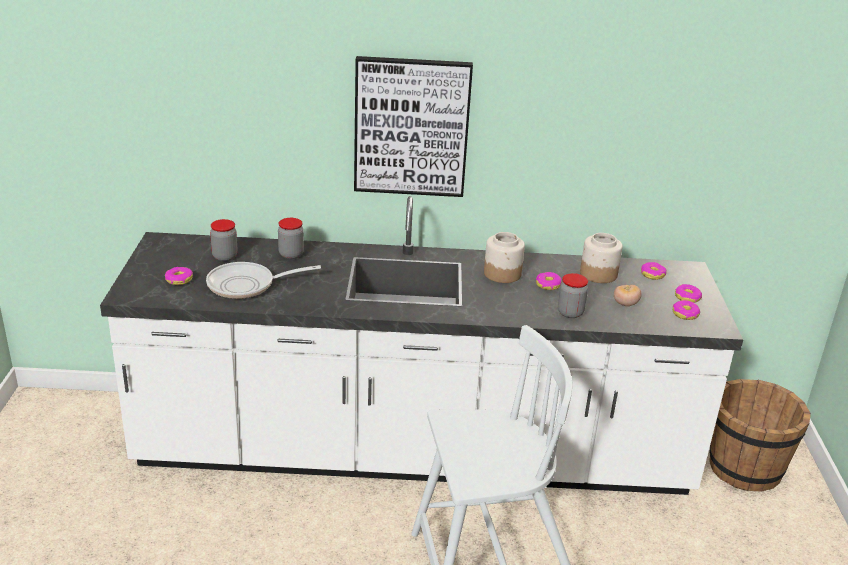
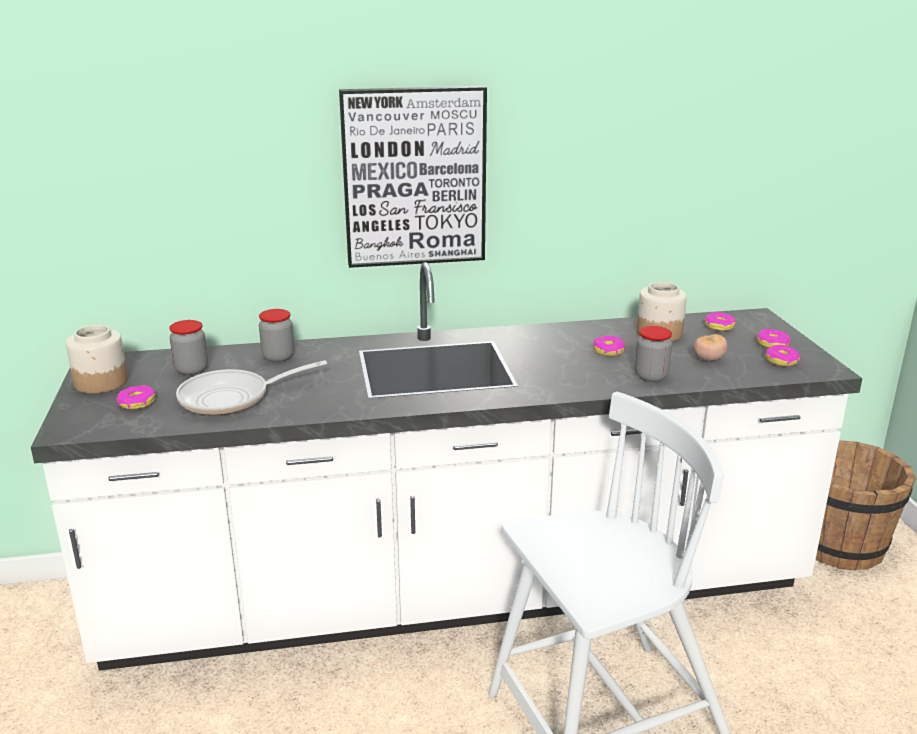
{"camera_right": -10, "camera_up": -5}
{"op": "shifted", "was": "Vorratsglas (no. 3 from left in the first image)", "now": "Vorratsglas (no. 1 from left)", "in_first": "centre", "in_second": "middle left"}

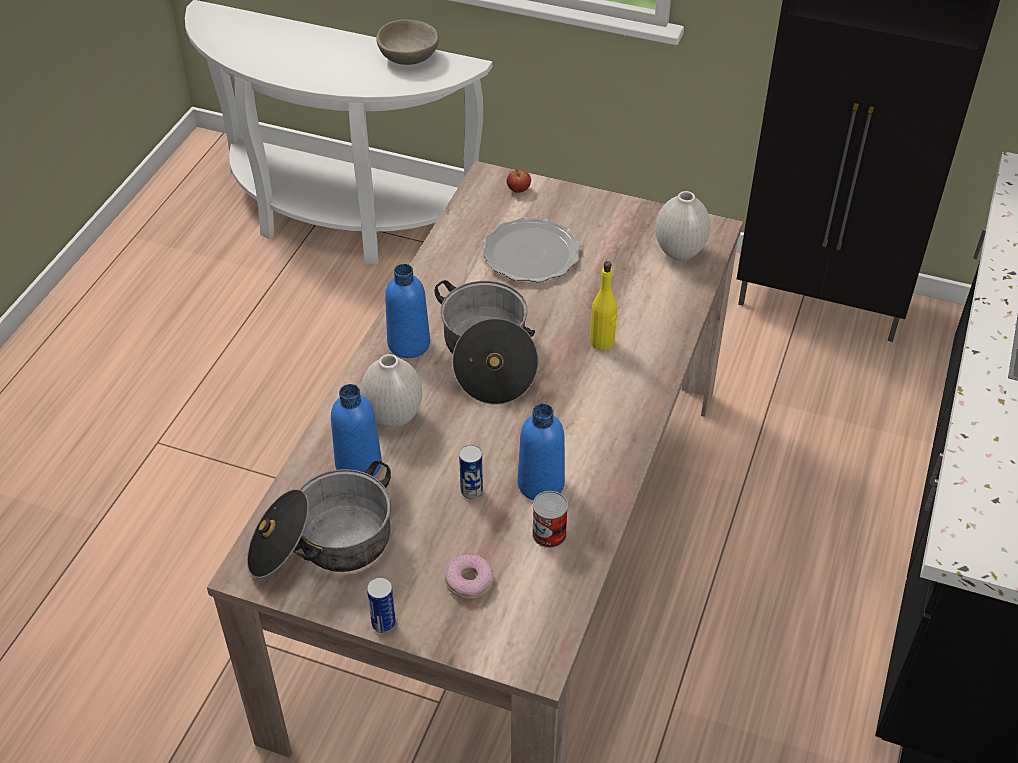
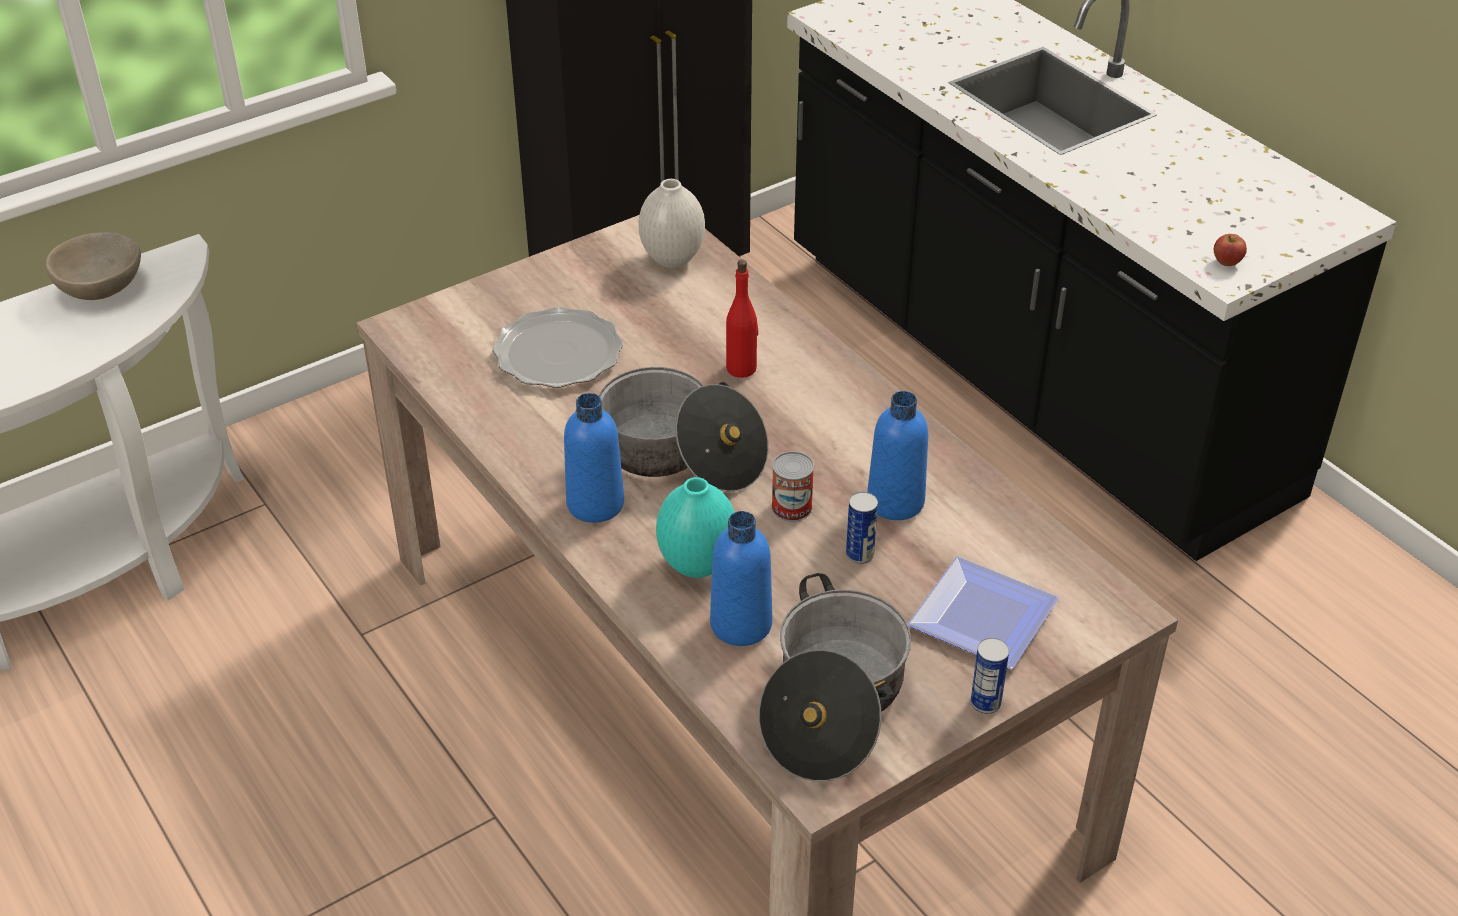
{"camera_right": -55, "camera_up": -5}
{"op": "shifted", "was": "Apfel", "in_first": "top centre", "in_second": "top right"}
{"op": "shifted", "was": "Dose (no. 3 from left in the first image)", "now": "Dose (no. 1 from left)", "in_first": "bottom centre", "in_second": "centre"}
{"op": "swapped", "was": "Donut", "now": "Teller (no. 2 from left)", "in_first": "bottom centre", "in_second": "bottom right"}
{"op": "repainted", "was": "Vase [weiß] (no. 1 from left)", "now": "Vase [türkis]", "in_first": "centre", "in_second": "centre"}
{"op": "repainted", "was": "Flasche [gelb]", "now": "Flasche [rot]", "in_first": "centre", "in_second": "centre"}

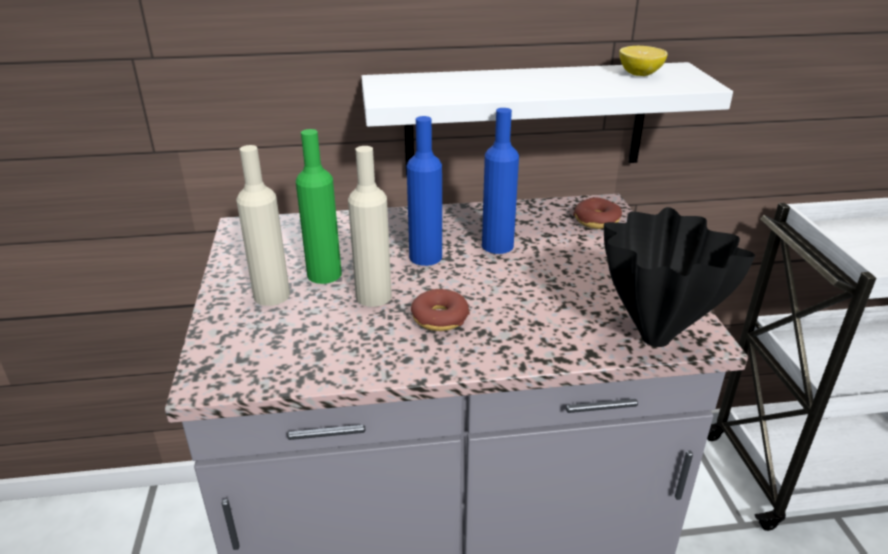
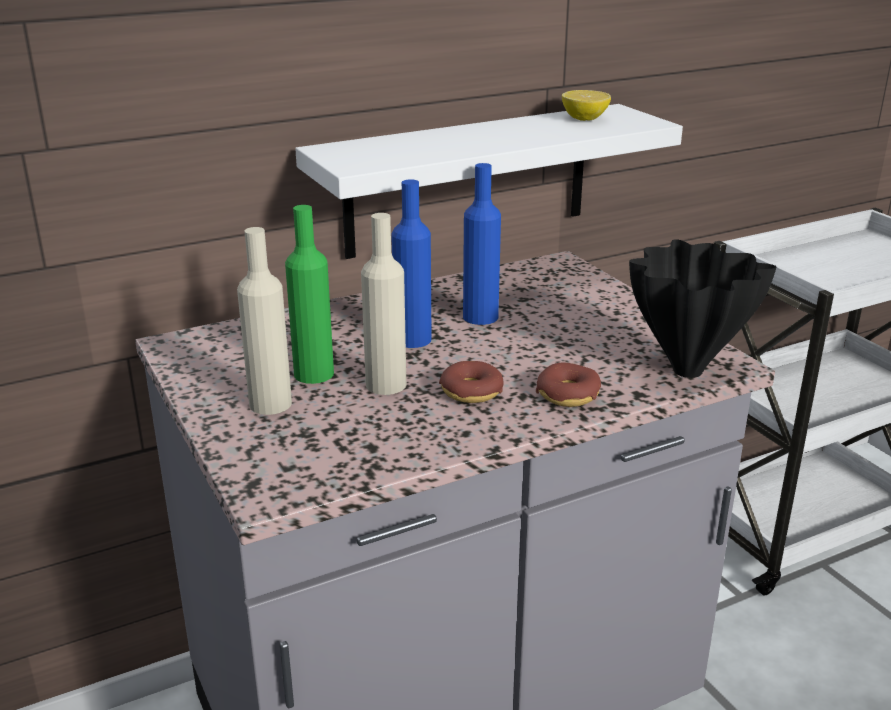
{"camera_right": -20, "camera_up": -5}
{"op": "shifted", "was": "Donut (no. 2 from left)", "in_first": "middle right", "in_second": "centre"}

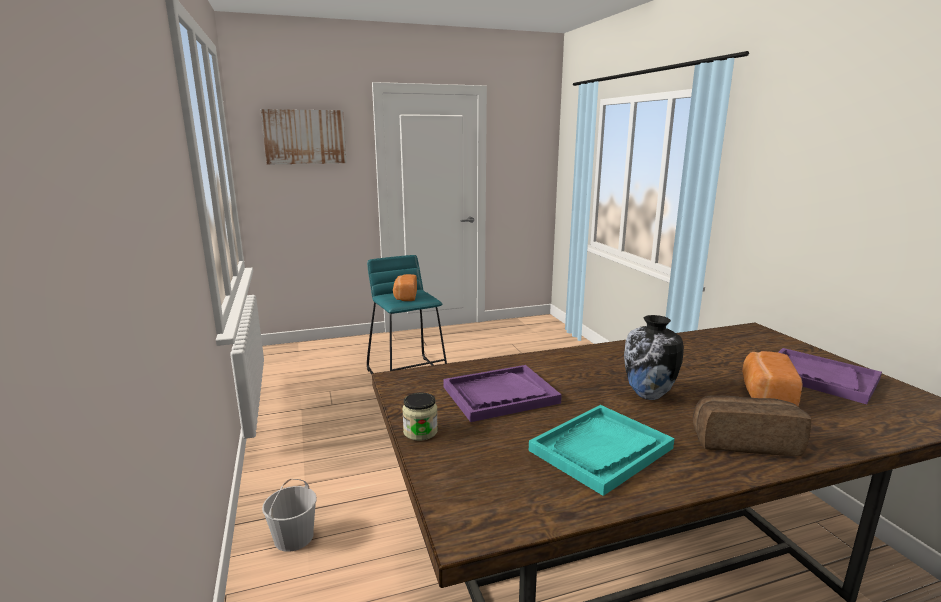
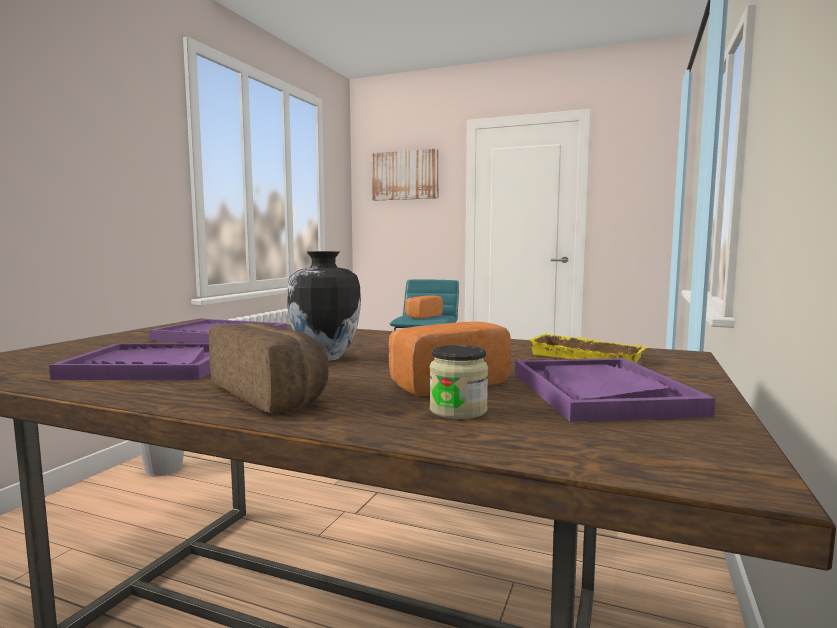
{"camera_right": 40, "camera_up": -10}
{"op": "new", "now": "Tablett [gelb]", "in_second": "middle right"}
{"op": "shifted", "was": "Vorratsglas", "in_first": "bottom centre", "in_second": "centre"}
{"op": "repainted", "was": "Tablett [türkis]", "now": "Tablett [lila] (no. 1 from left)", "in_first": "bottom centre", "in_second": "middle left"}

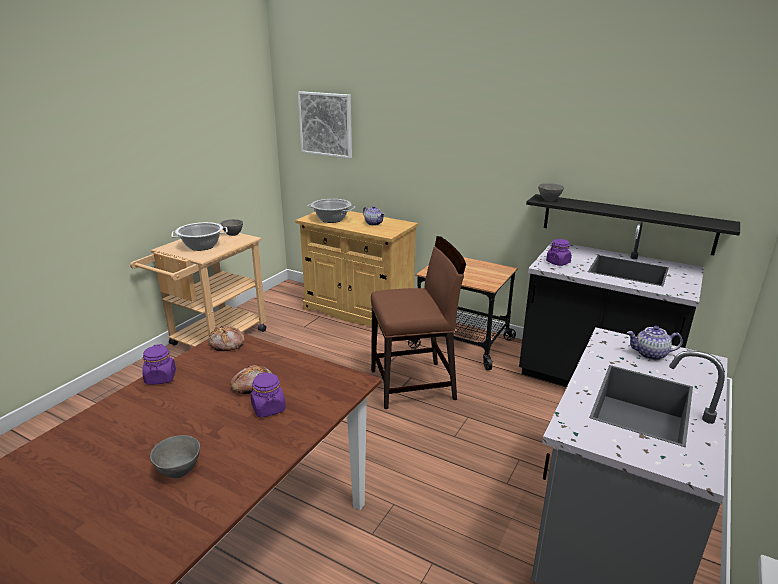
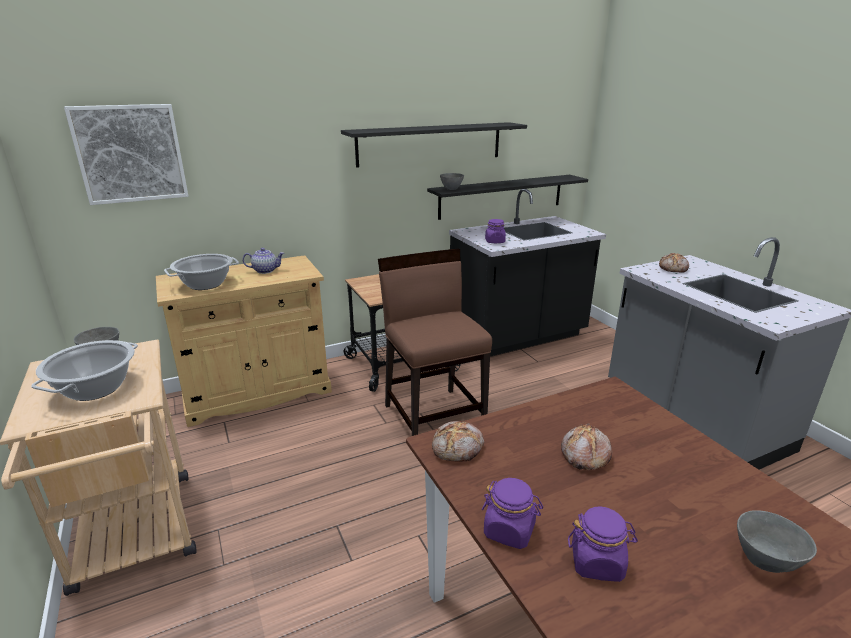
{"camera_right": -55, "camera_up": 0}
{"op": "new", "now": "Wandregal [schwarz] (no. 1 from left)", "in_second": "top centre"}
{"op": "shifted", "was": "Vorratsglas [lila] (no. 2 from left in the first image)", "now": "Vorratsglas [lila] (no. 3 from left)", "in_first": "bottom centre", "in_second": "bottom right"}
{"op": "swapped", "was": "Teekanne (no. 2 from left)", "now": "Brot (no. 3 from left)", "in_first": "middle right", "in_second": "middle right"}
{"op": "rotated", "was": "Stuhl [braun]", "in_first": "centre", "in_second": "centre", "clockwise": -45}

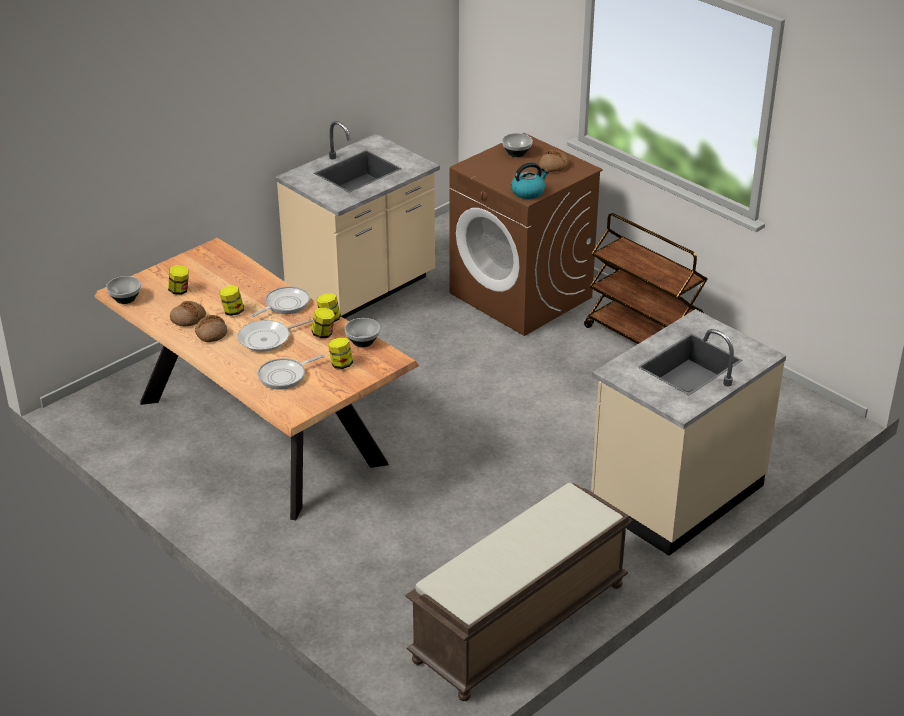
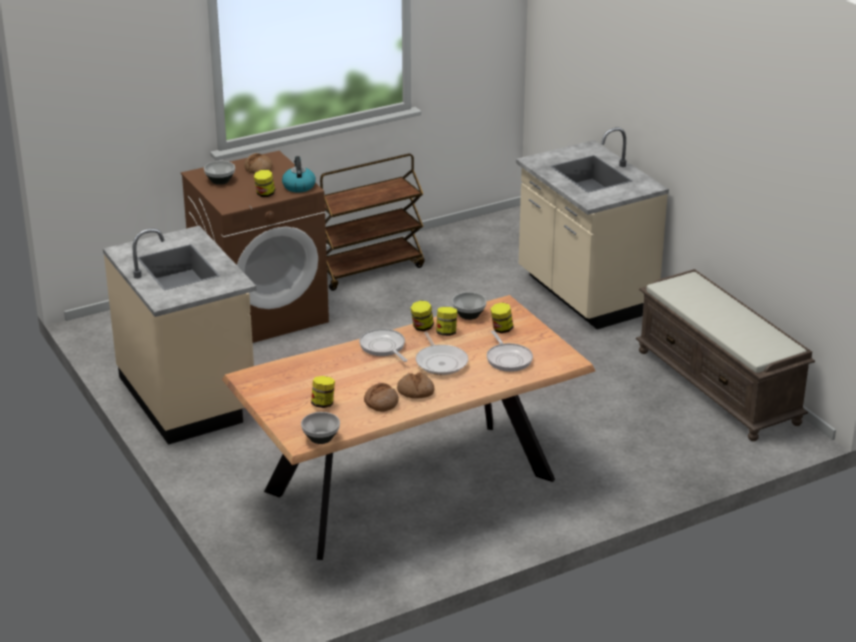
{"camera_right": -75, "camera_up": -5}
{"op": "shifted", "was": "Vorratsglas (no. 2 from left in the first image)", "now": "Vorratsglas (no. 1 from left)", "in_first": "middle left", "in_second": "top left"}

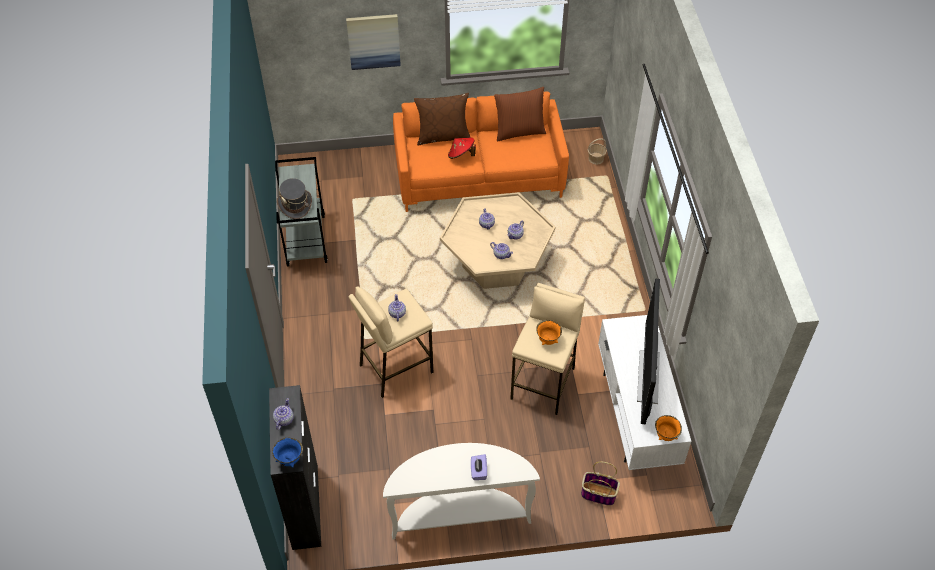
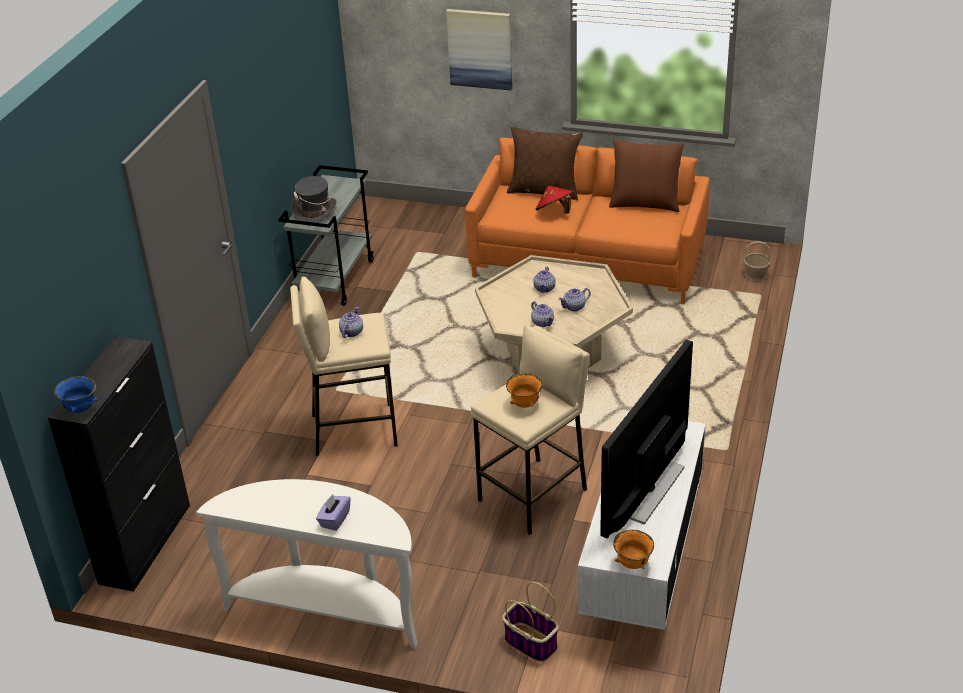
{"camera_right": 25, "camera_up": -15}
{"op": "gone", "was": "Teekanne (no. 1 from left)", "in_first": "bottom left"}

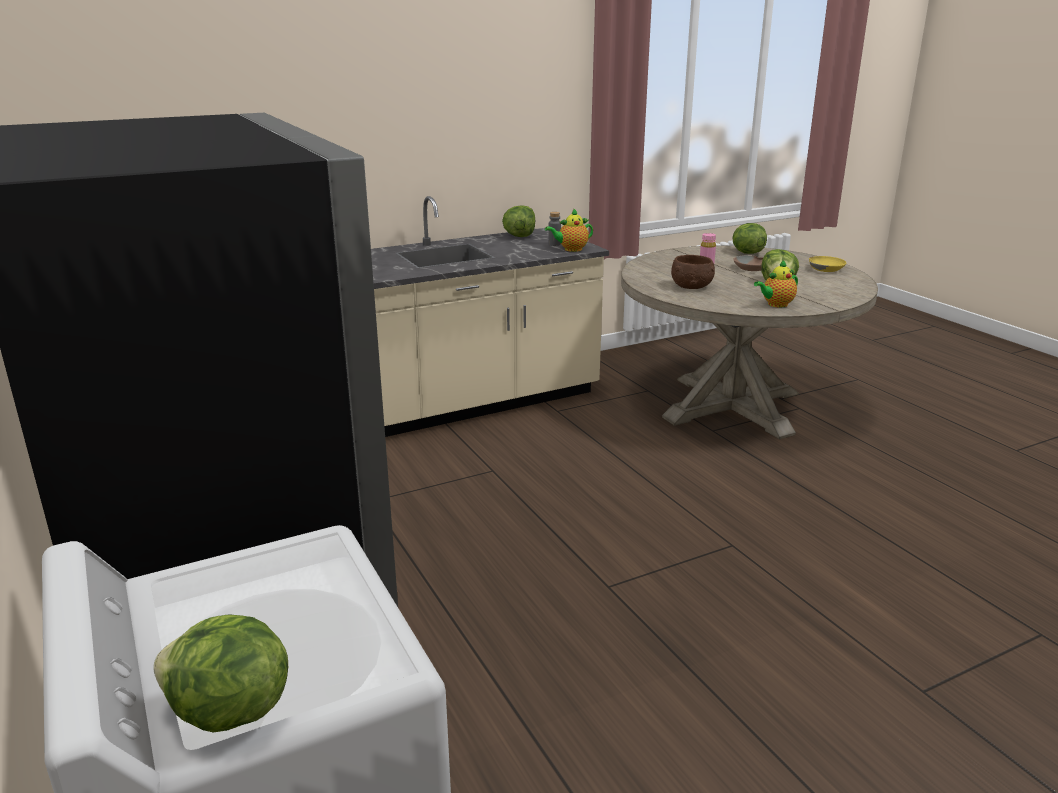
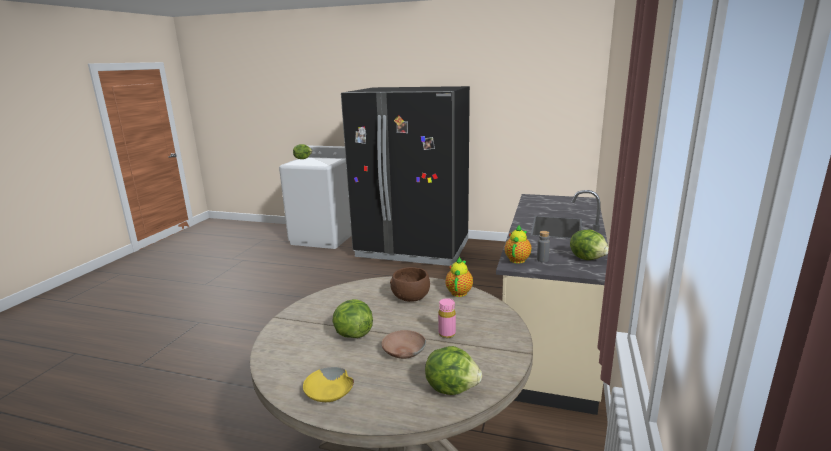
{"camera_right": 135, "camera_up": -5}
{"op": "shifted", "was": "Teekanne (no. 2 from left in the first image)", "now": "Teekanne (no. 1 from left)", "in_first": "middle right", "in_second": "centre"}

